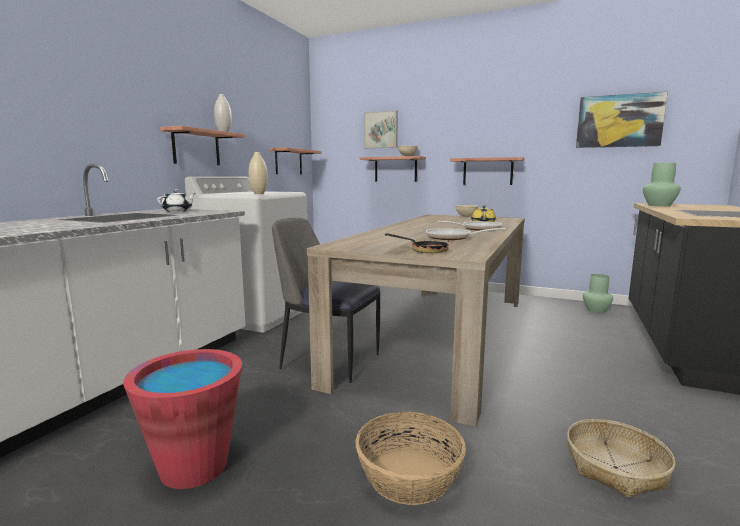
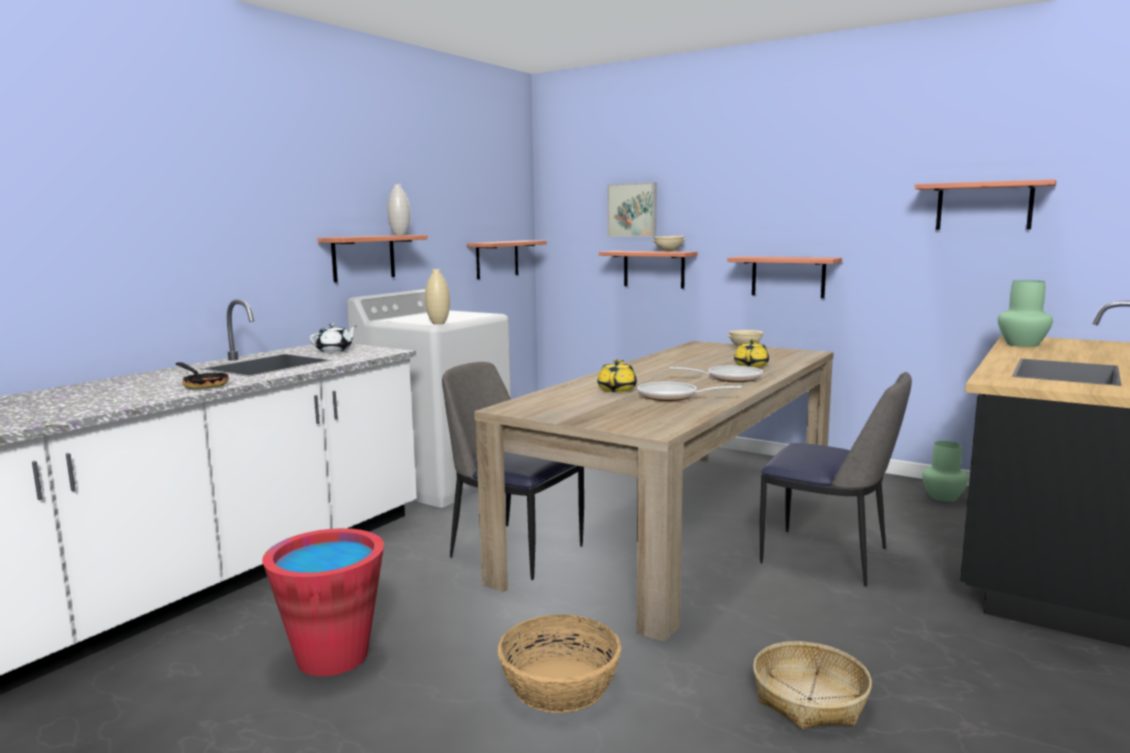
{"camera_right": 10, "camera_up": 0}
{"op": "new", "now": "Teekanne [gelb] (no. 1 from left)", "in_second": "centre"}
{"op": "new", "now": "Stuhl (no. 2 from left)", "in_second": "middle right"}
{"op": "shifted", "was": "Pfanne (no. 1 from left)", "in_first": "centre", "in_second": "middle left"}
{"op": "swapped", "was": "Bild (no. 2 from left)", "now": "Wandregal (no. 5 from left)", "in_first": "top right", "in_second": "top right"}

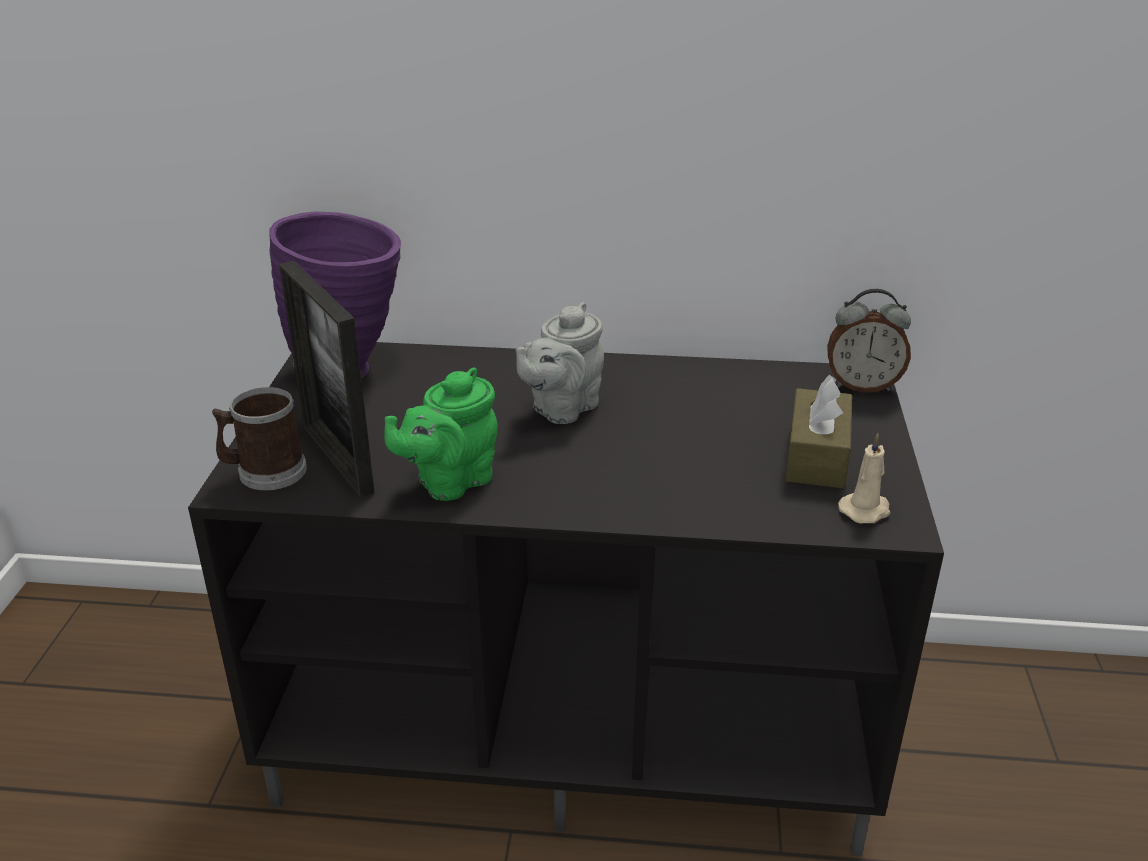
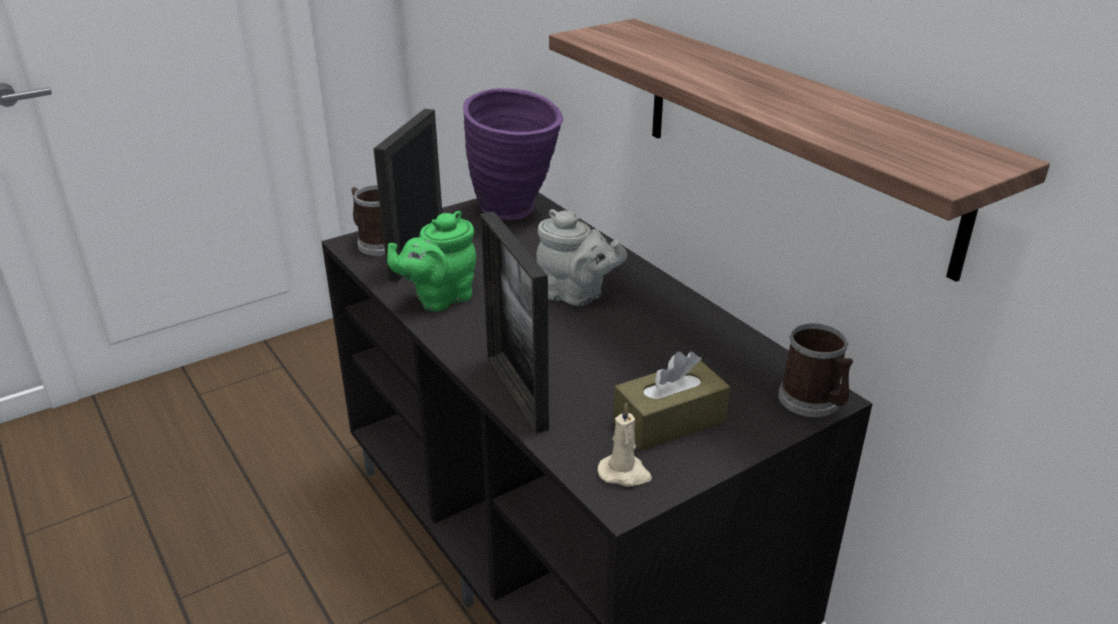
{"camera_right": 50, "camera_up": 0}
{"op": "new", "now": "Bilderrahmen (no. 2 from left)", "in_second": "centre"}
{"op": "new", "now": "Wandregal", "in_second": "top right"}
{"op": "swapped", "was": "Wecker", "now": "Henkelbecher (no. 2 from left)", "in_first": "middle right", "in_second": "middle right"}
{"op": "rotated", "was": "Teekanne [grün]", "in_first": "centre", "in_second": "centre", "clockwise": -45}
{"op": "rotated", "was": "Teekanne [grau]", "in_first": "centre", "in_second": "centre", "clockwise": -150}

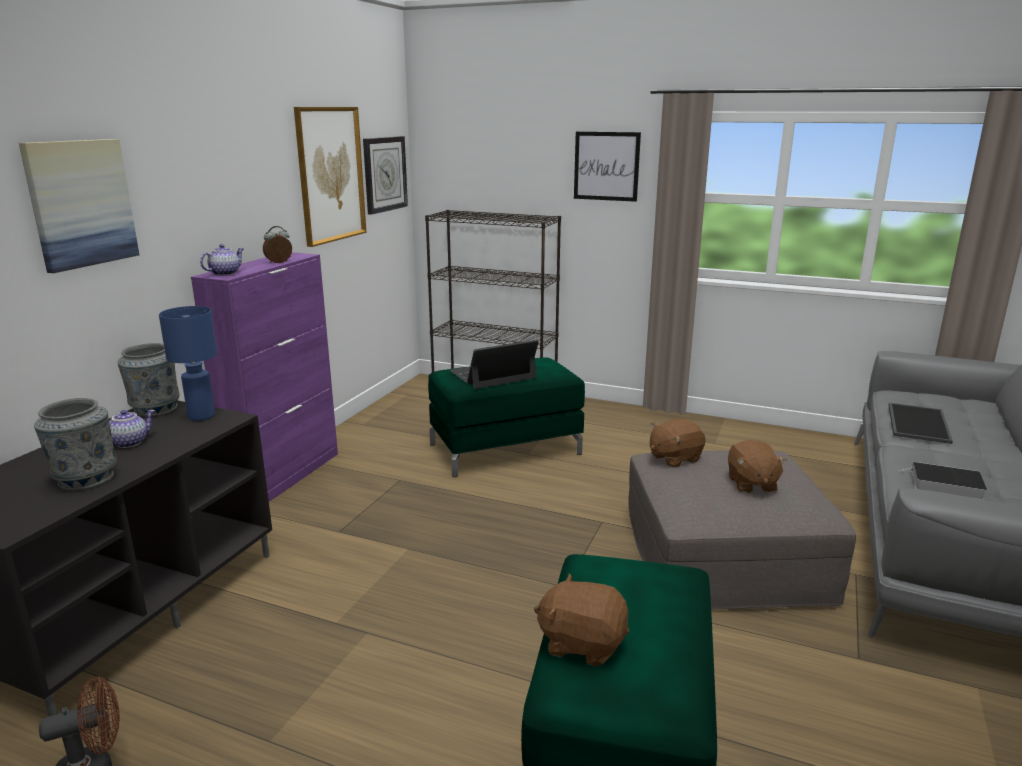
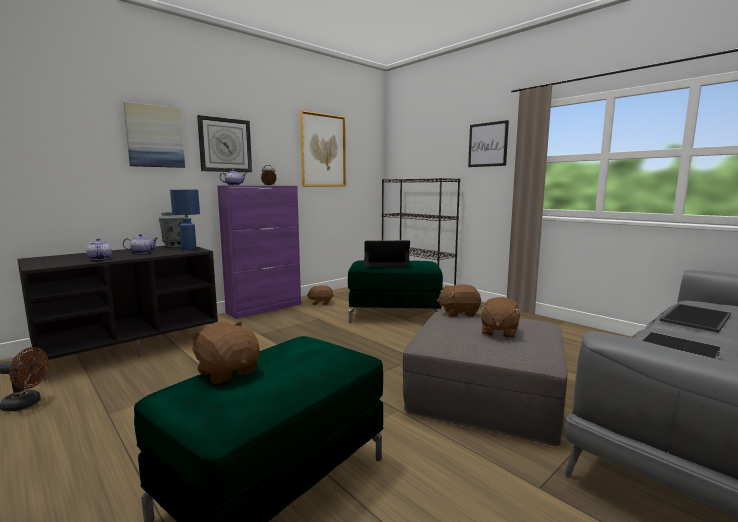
{"camera_right": 25, "camera_up": -10}
{"op": "new", "now": "Plüschtier [braun] (no. 2 from left)", "in_second": "centre"}
{"op": "shifted", "was": "Wanduhr", "in_first": "top centre", "in_second": "top left"}
{"op": "swapped", "was": "Vase [grau] (no. 1 from left)", "now": "Teekanne (no. 1 from left)", "in_first": "middle left", "in_second": "middle left"}

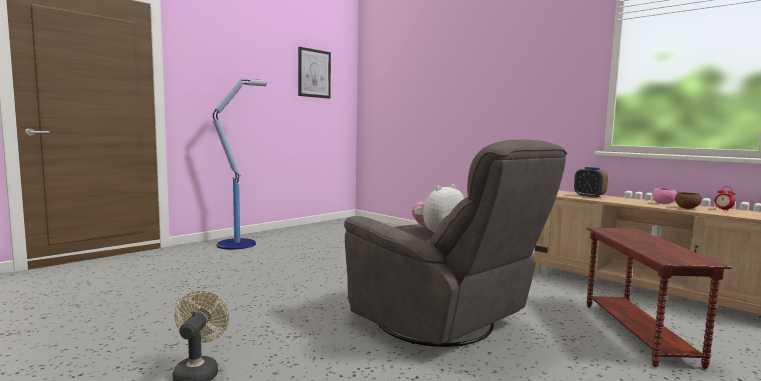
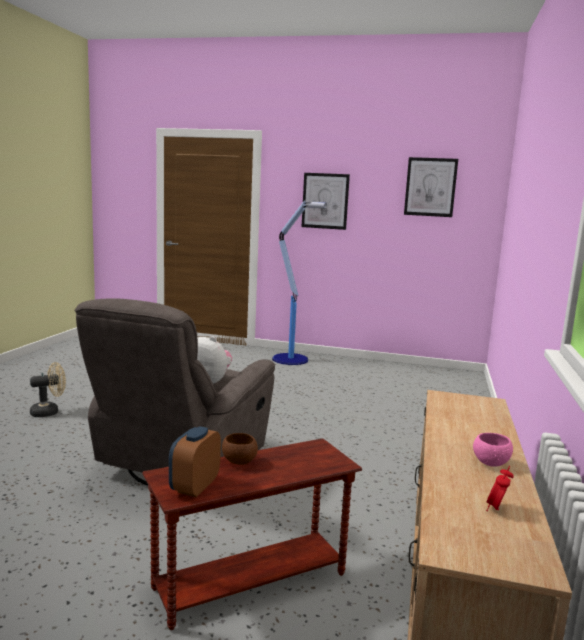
{"camera_right": 60, "camera_up": 5}
{"op": "new", "now": "Bild (no. 1 from left)", "in_second": "top centre"}
{"op": "shifted", "was": "Wecker (no. 1 from left)", "in_first": "middle right", "in_second": "bottom centre"}
{"op": "shifted", "was": "Schüssel [braun]", "in_first": "middle right", "in_second": "bottom centre"}

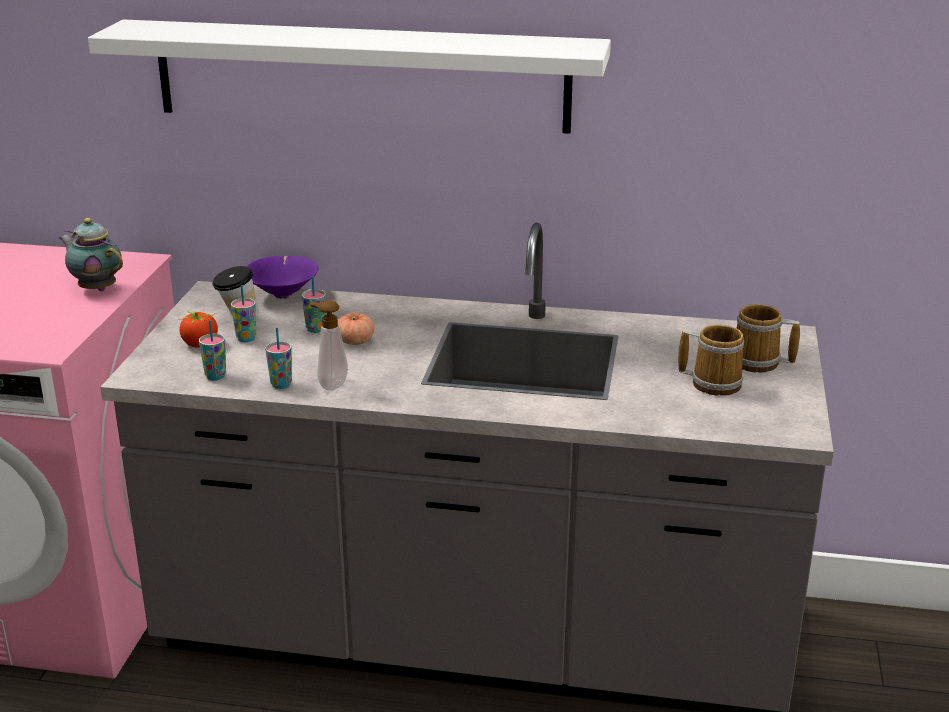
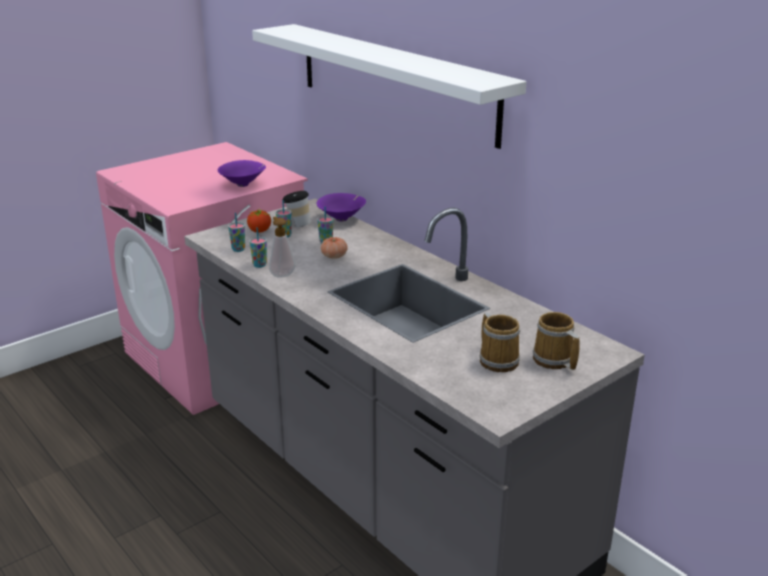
{"camera_right": 40, "camera_up": 0}
{"op": "swapped", "was": "Teekanne", "now": "Schüssel [lila] (no. 1 from left)", "in_first": "middle left", "in_second": "top left"}

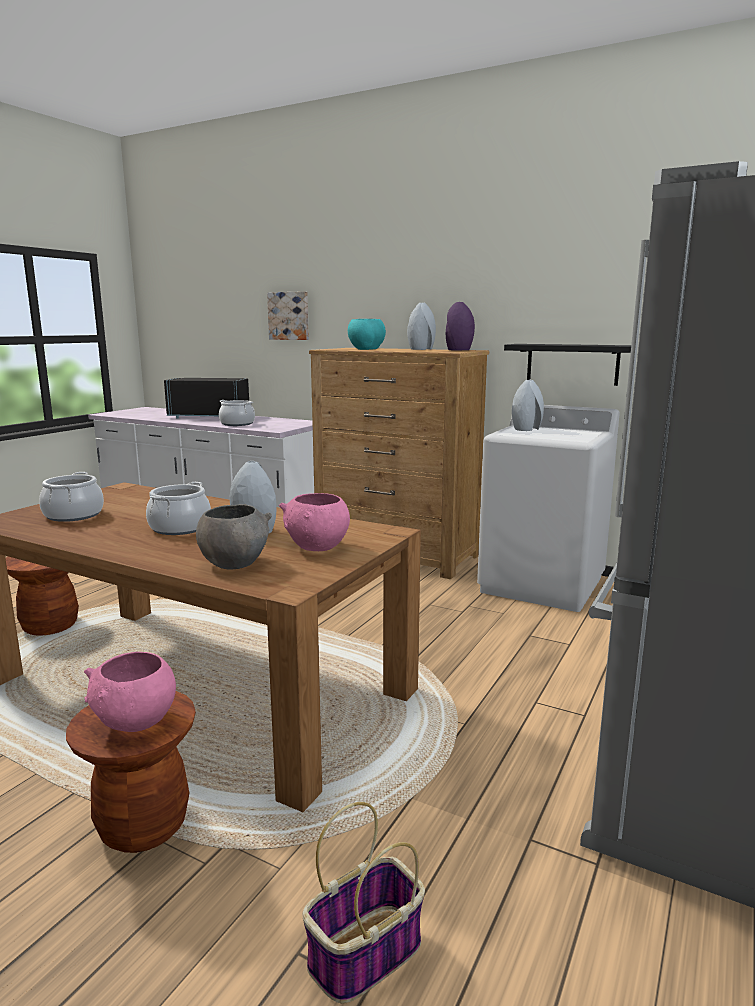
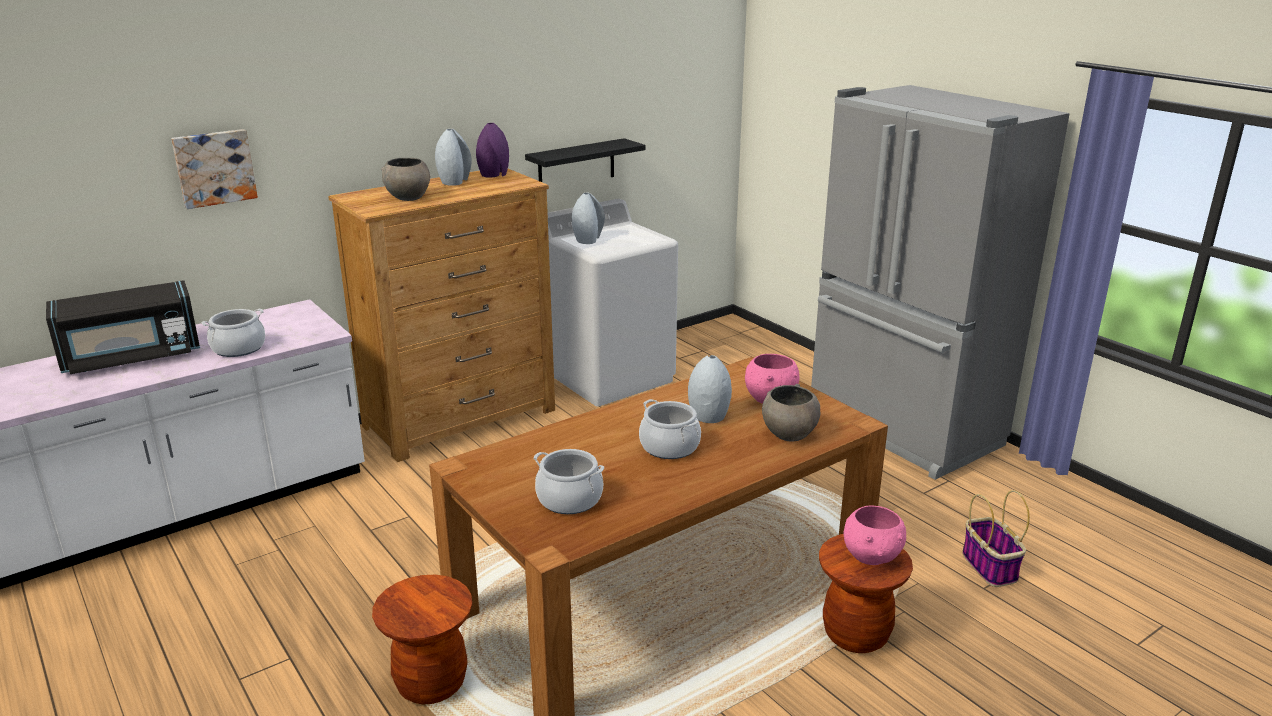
{"camera_right": -65, "camera_up": 10}
{"op": "repainted", "was": "Schüssel [türkis]", "now": "Schüssel [grau] (no. 1 from left)", "in_first": "top centre", "in_second": "top left"}
{"op": "rotated", "was": "Mikrowelle [schwarz]", "in_first": "middle left", "in_second": "middle left", "clockwise": -150}

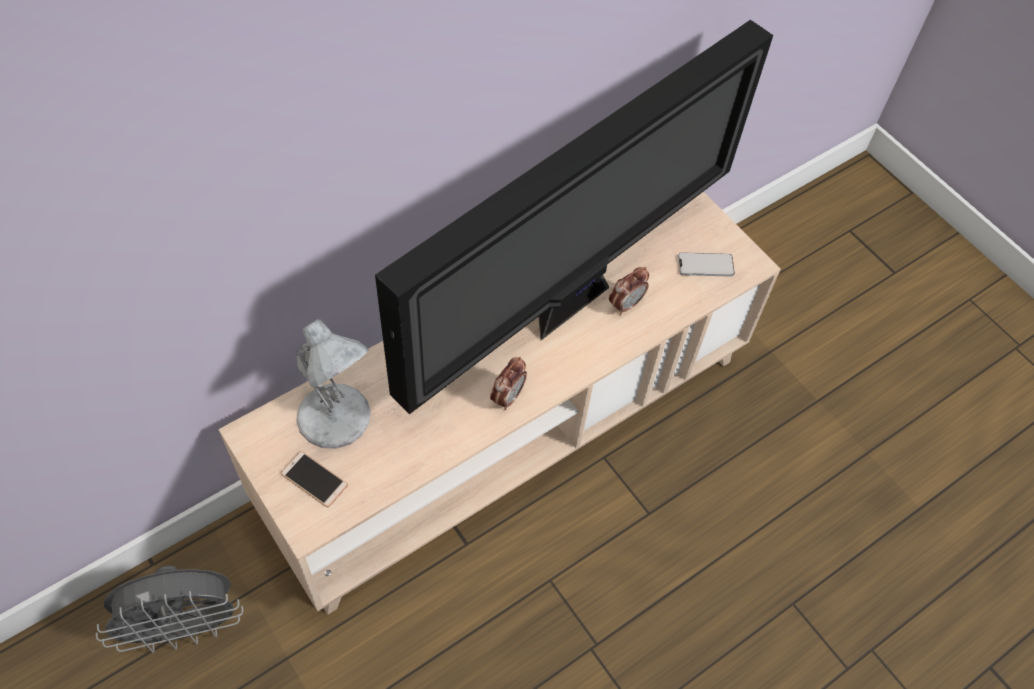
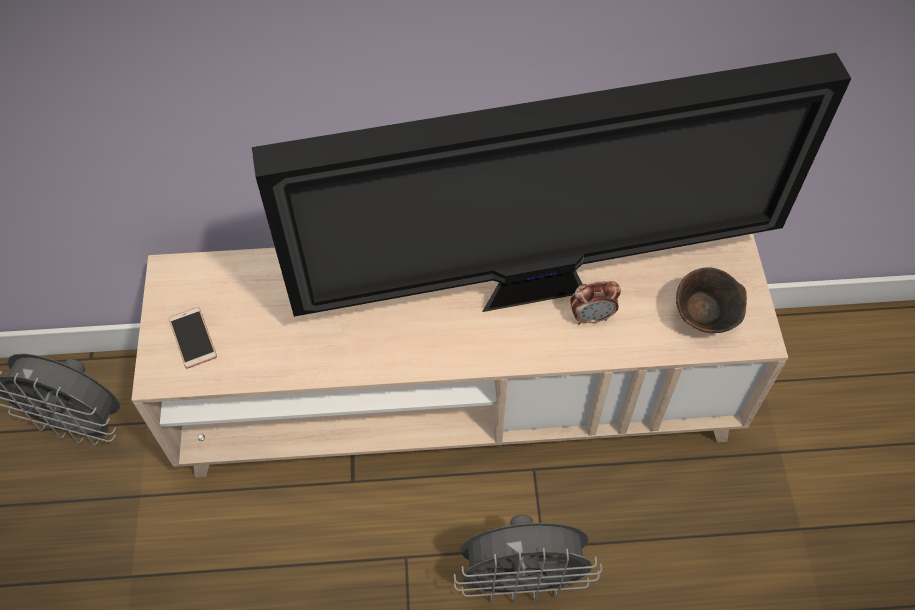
{"camera_right": 35, "camera_up": 0}
{"op": "gone", "was": "Tischlampe [weiß]", "in_first": "middle left"}
{"op": "gone", "was": "Wecker (no. 1 from left)", "in_first": "centre"}
{"op": "new", "now": "Ventilator [grau] (no. 2 from left)", "in_second": "bottom centre"}
{"op": "swapped", "was": "Handy (no. 2 from left)", "now": "Schüssel [braun]", "in_first": "middle right", "in_second": "middle right"}

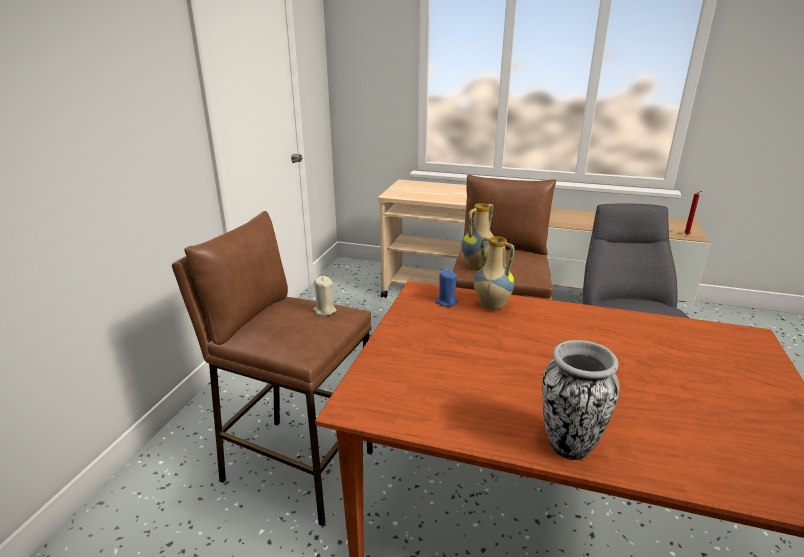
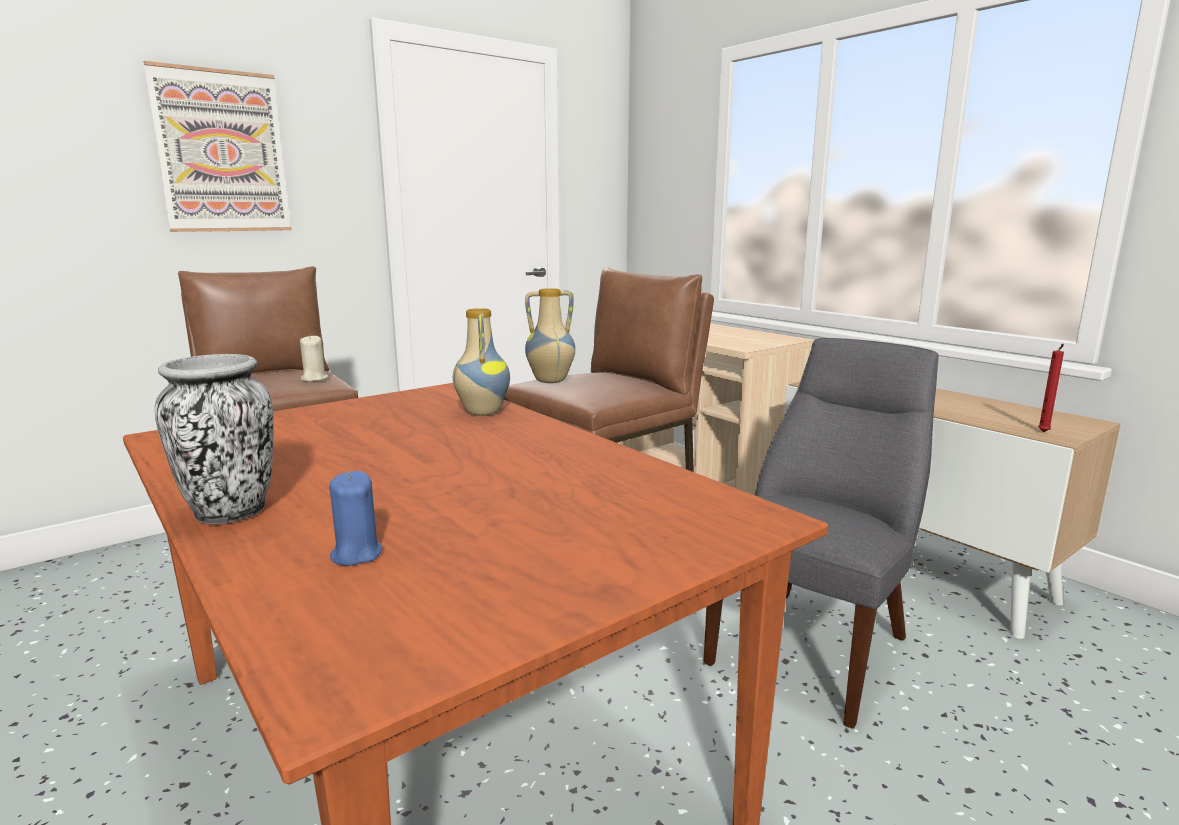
{"camera_right": 35, "camera_up": -10}
{"op": "new", "now": "Bild", "in_second": "top left"}
{"op": "shifted", "was": "Kerze [blau]", "in_first": "centre", "in_second": "middle left"}

